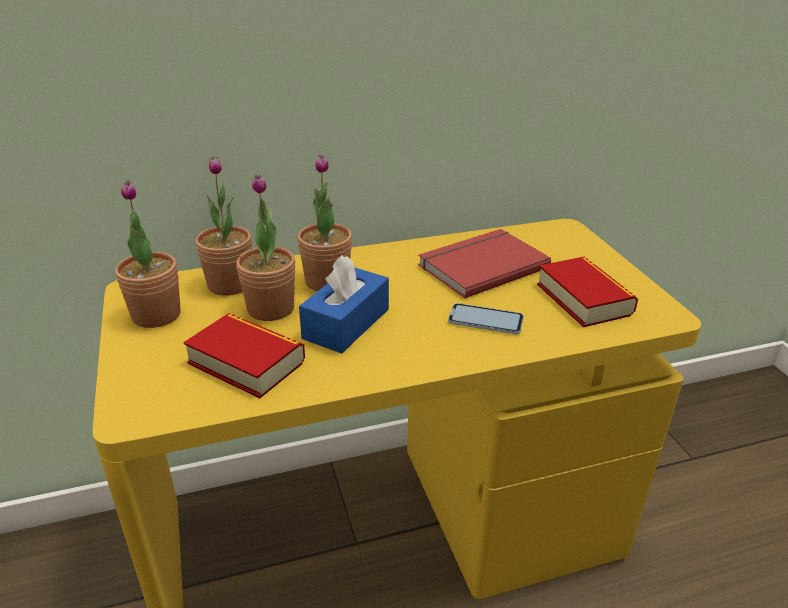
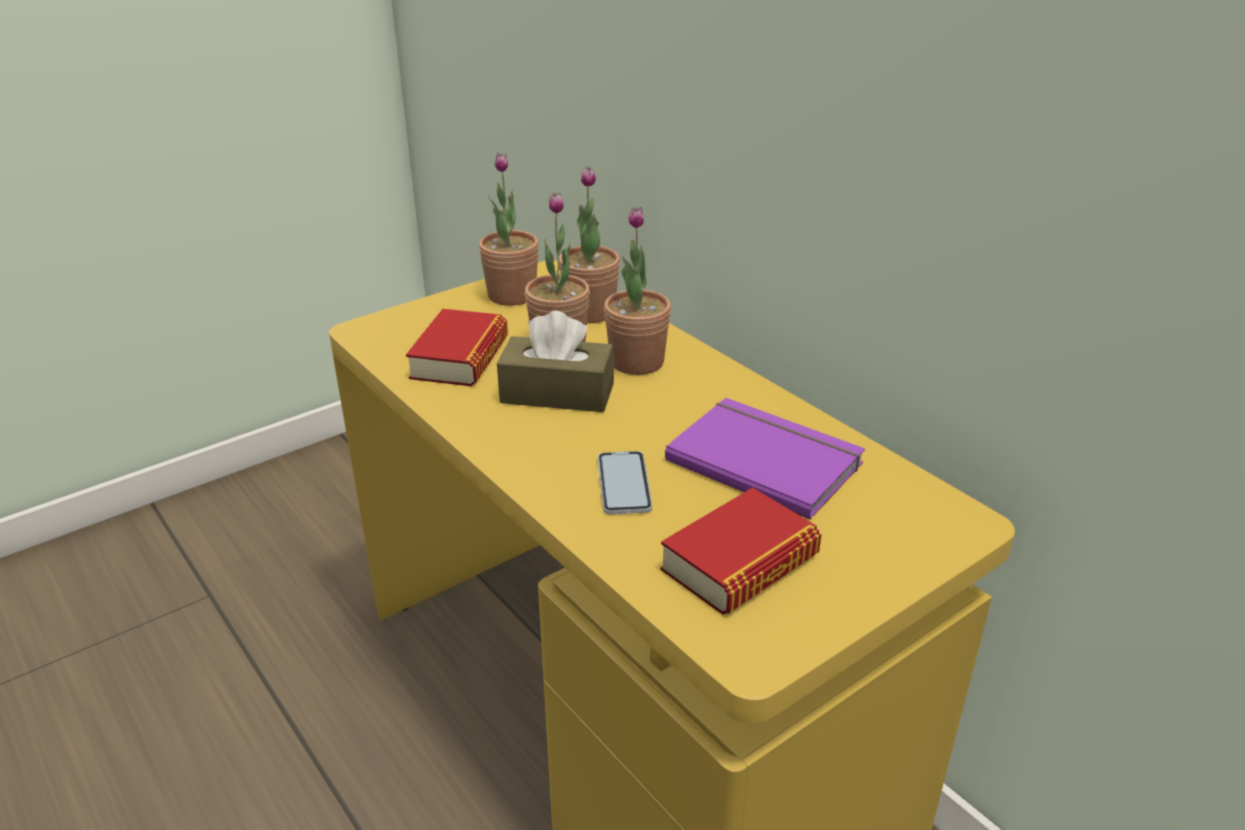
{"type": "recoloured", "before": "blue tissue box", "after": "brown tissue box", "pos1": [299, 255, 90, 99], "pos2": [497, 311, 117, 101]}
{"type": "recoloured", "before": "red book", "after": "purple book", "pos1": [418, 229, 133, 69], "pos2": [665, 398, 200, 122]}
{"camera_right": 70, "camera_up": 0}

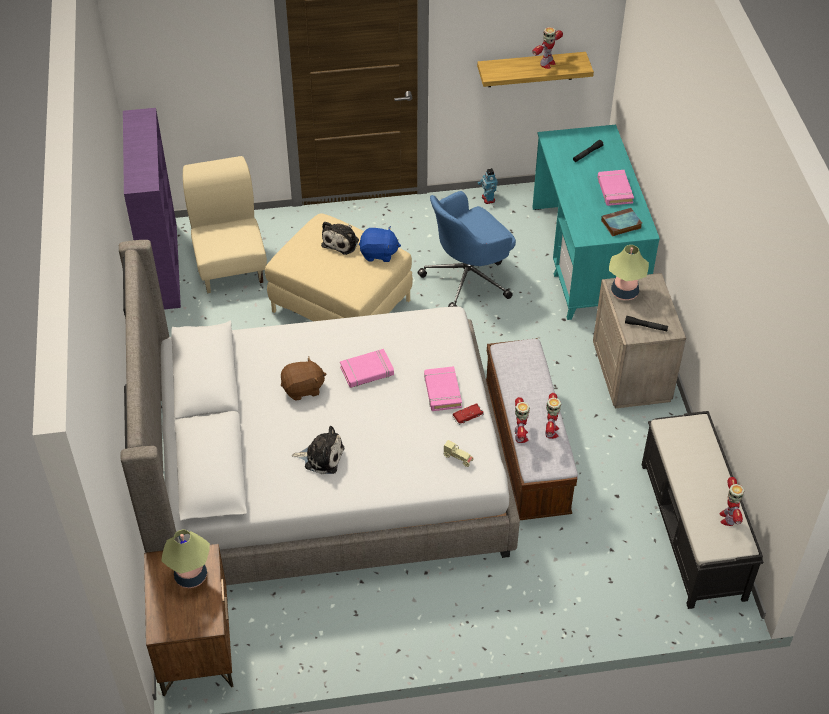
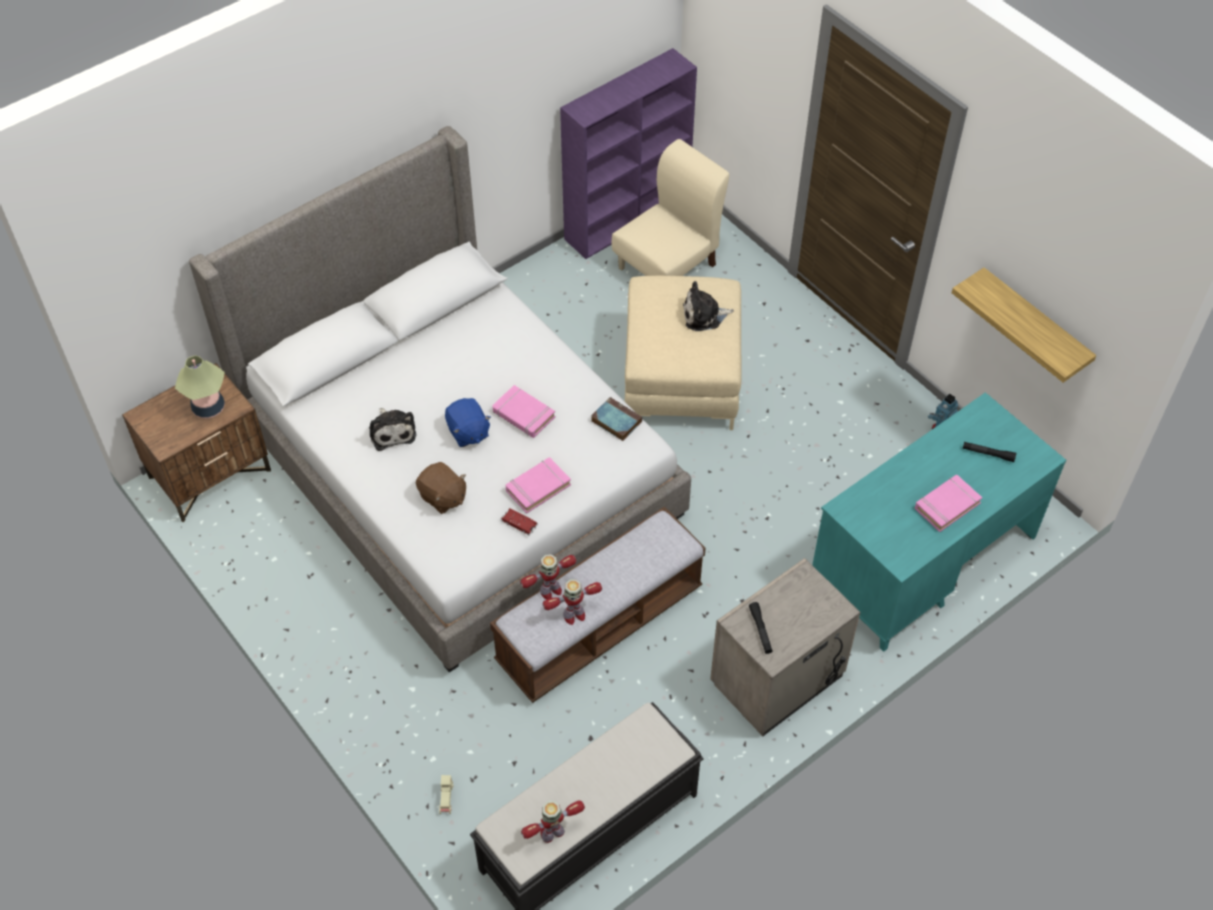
{"type": "moved", "before": "brown plush toy", "pos1": [281, 357, 45, 44], "pos2": [416, 462, 50, 52]}
{"type": "moved", "before": "beige toy car", "pos1": [444, 440, 30, 27], "pos2": [439, 775, 14, 39]}
{"type": "moved", "before": "blue plush toy", "pos1": [359, 226, 42, 36], "pos2": [445, 398, 46, 49]}
{"type": "moved", "before": "book", "pos1": [601, 208, 41, 29], "pos2": [591, 397, 51, 44]}
{"type": "removed", "before": "blue office chair", "pos1": [418, 191, 98, 116]}
{"type": "removed", "before": "toy robot", "pos1": [532, 27, 31, 42]}
{"type": "removed", "before": "table lamp", "pos1": [609, 245, 40, 55]}
{"camera_right": 60, "camera_up": 5}

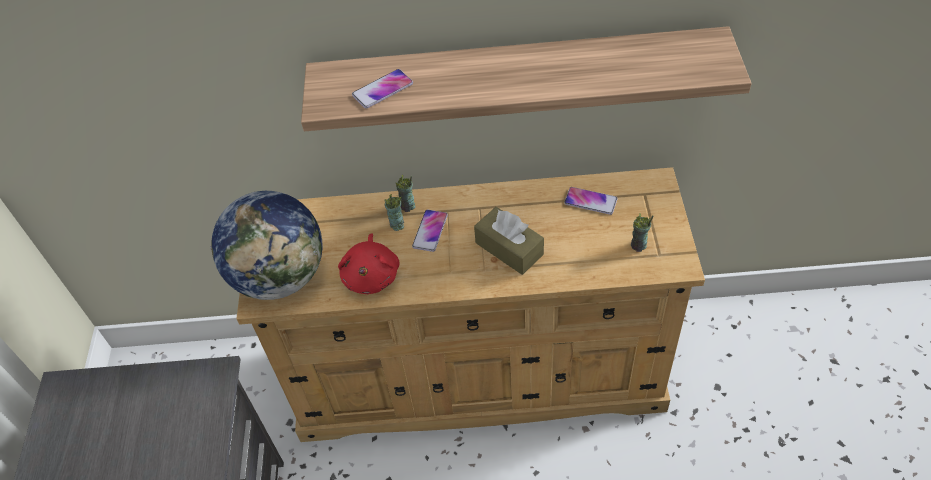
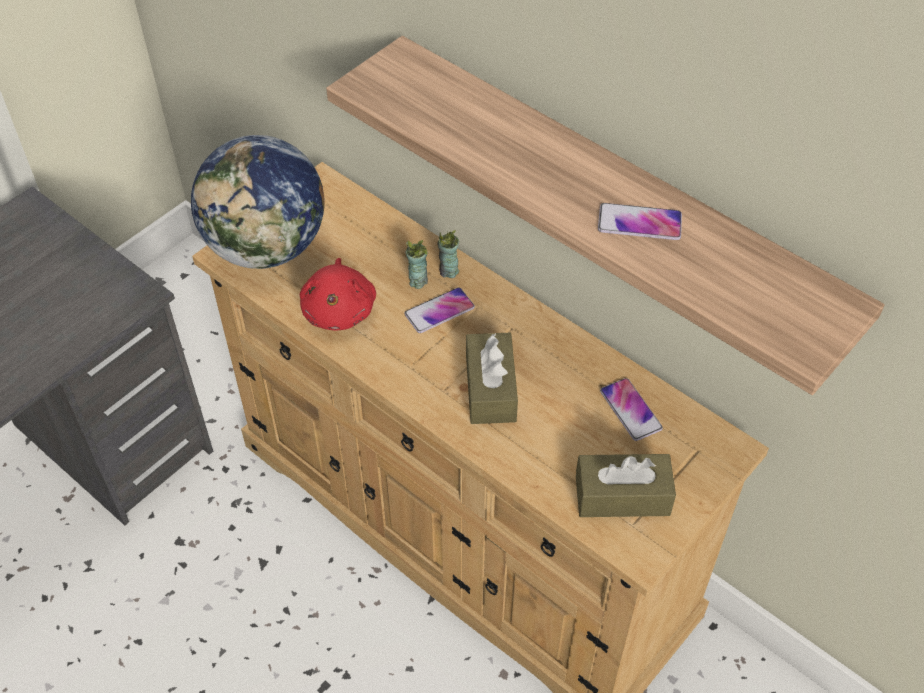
{"type": "turned", "before": "red plush toy", "pos1": [338, 233, 62, 61], "pos2": [300, 258, 76, 73], "turn": -45}
{"type": "replaced", "before": "cup", "after": "brown tissue box", "pos1": [631, 214, 22, 38], "pos2": [576, 454, 100, 63]}
{"type": "moved", "before": "phone", "pos1": [352, 69, 61, 40], "pos2": [598, 203, 84, 37]}
{"camera_right": 40, "camera_up": 0}

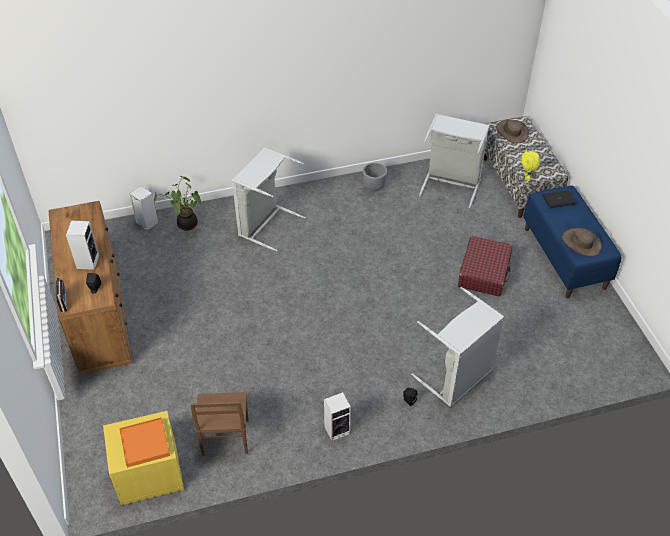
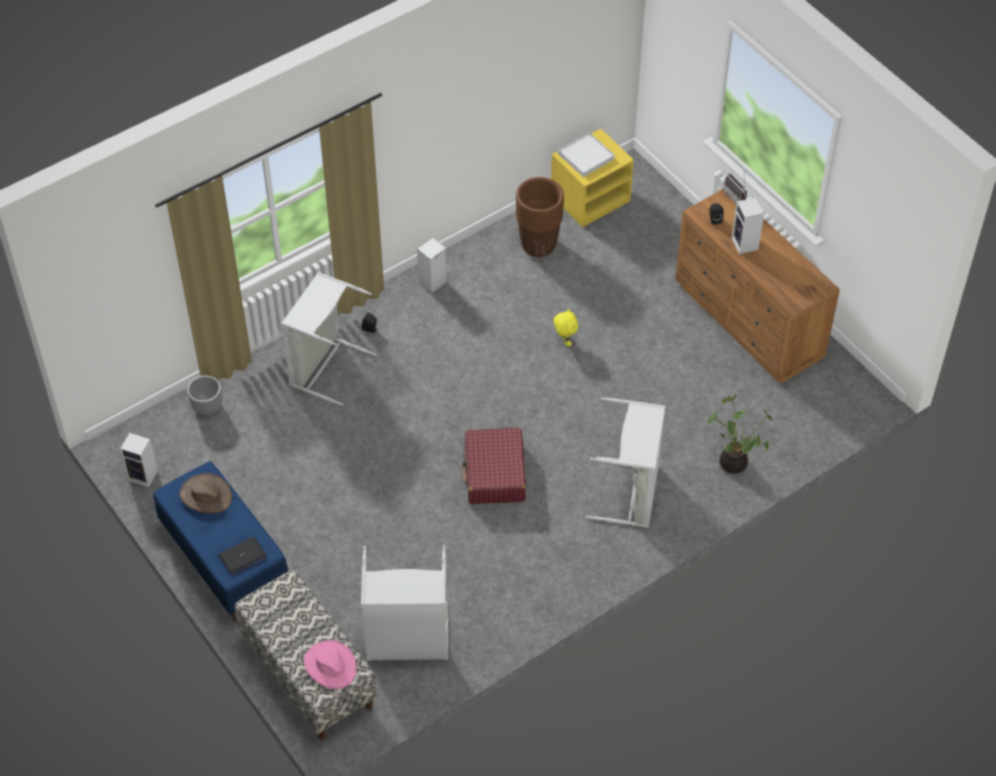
{"type": "moved", "before": "speaker", "pos1": [130, 186, 28, 44], "pos2": [120, 433, 38, 54]}
{"type": "moved", "before": "grey planter", "pos1": [363, 162, 24, 29], "pos2": [187, 376, 35, 39]}
{"type": "recoloured", "before": "brown hat", "after": "pink hat", "pos1": [496, 120, 33, 23], "pos2": [304, 640, 53, 49]}
{"type": "moved", "before": "red suitcase", "pos1": [458, 236, 54, 60], "pos2": [462, 427, 64, 77]}
{"type": "replaced", "before": "brown chair", "after": "brown planter", "pos1": [190, 392, 59, 64], "pos2": [516, 177, 48, 80]}
{"type": "moved", "before": "yellow plush toy", "pos1": [521, 149, 19, 31], "pos2": [554, 308, 24, 38]}
{"type": "recoloured", "before": "orange tray", "after": "white tray", "pos1": [119, 417, 51, 51], "pos2": [558, 132, 57, 45]}
{"camera_right": 160, "camera_up": 5}

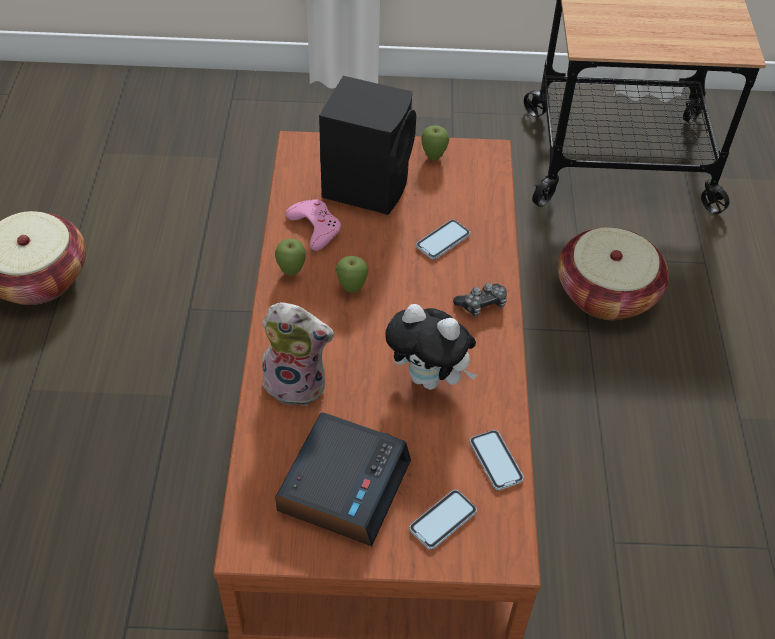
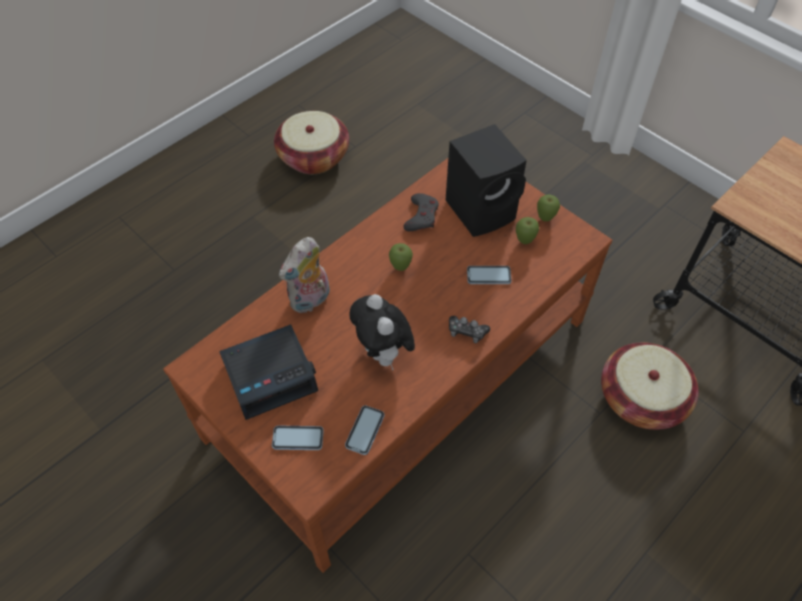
{"type": "turned", "before": "plush toy", "pos1": [262, 302, 72, 104], "pos2": [279, 237, 51, 76], "turn": 75}
{"type": "recoloured", "before": "pink game controller", "after": "grey game controller", "pos1": [286, 199, 55, 52], "pos2": [404, 193, 35, 38]}
{"type": "moved", "before": "apple", "pos1": [275, 239, 31, 37], "pos2": [516, 217, 23, 27]}
{"camera_right": 45, "camera_up": 5}

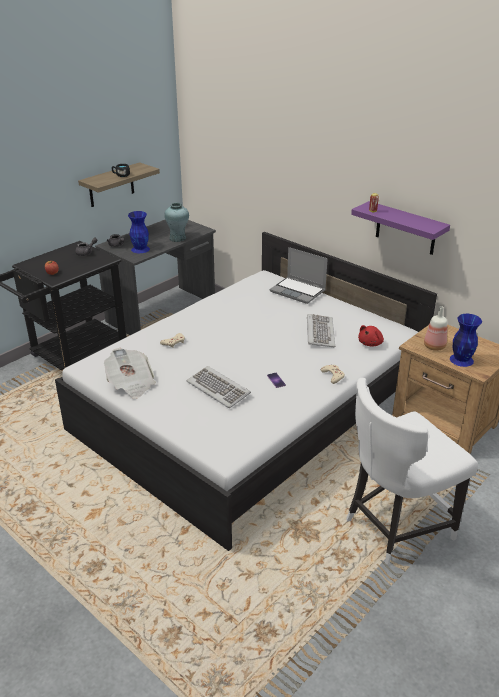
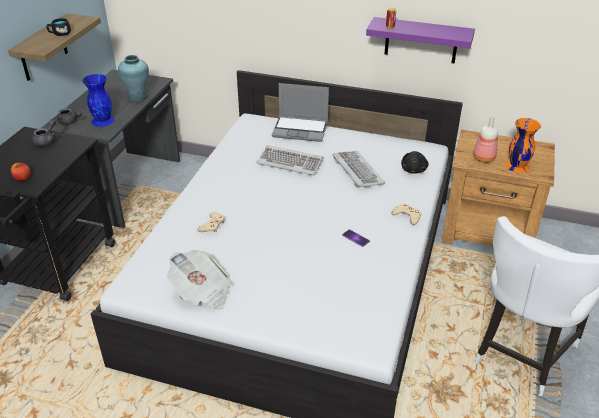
{"type": "moved", "before": "keyboard", "pos1": [187, 366, 64, 42], "pos2": [257, 145, 67, 30]}
{"type": "recoloured", "before": "red plush toy", "after": "black plush toy", "pos1": [358, 325, 26, 21], "pos2": [401, 151, 28, 23]}
{"type": "recoloured", "before": "blue vase", "after": "orange vase", "pos1": [450, 314, 32, 53], "pos2": [505, 118, 36, 55]}
{"camera_right": -25, "camera_up": 5}

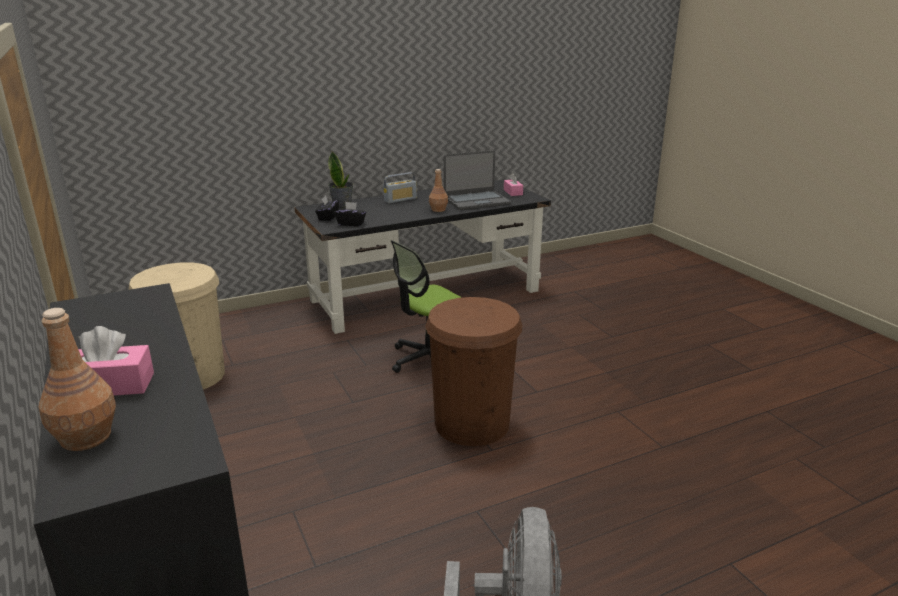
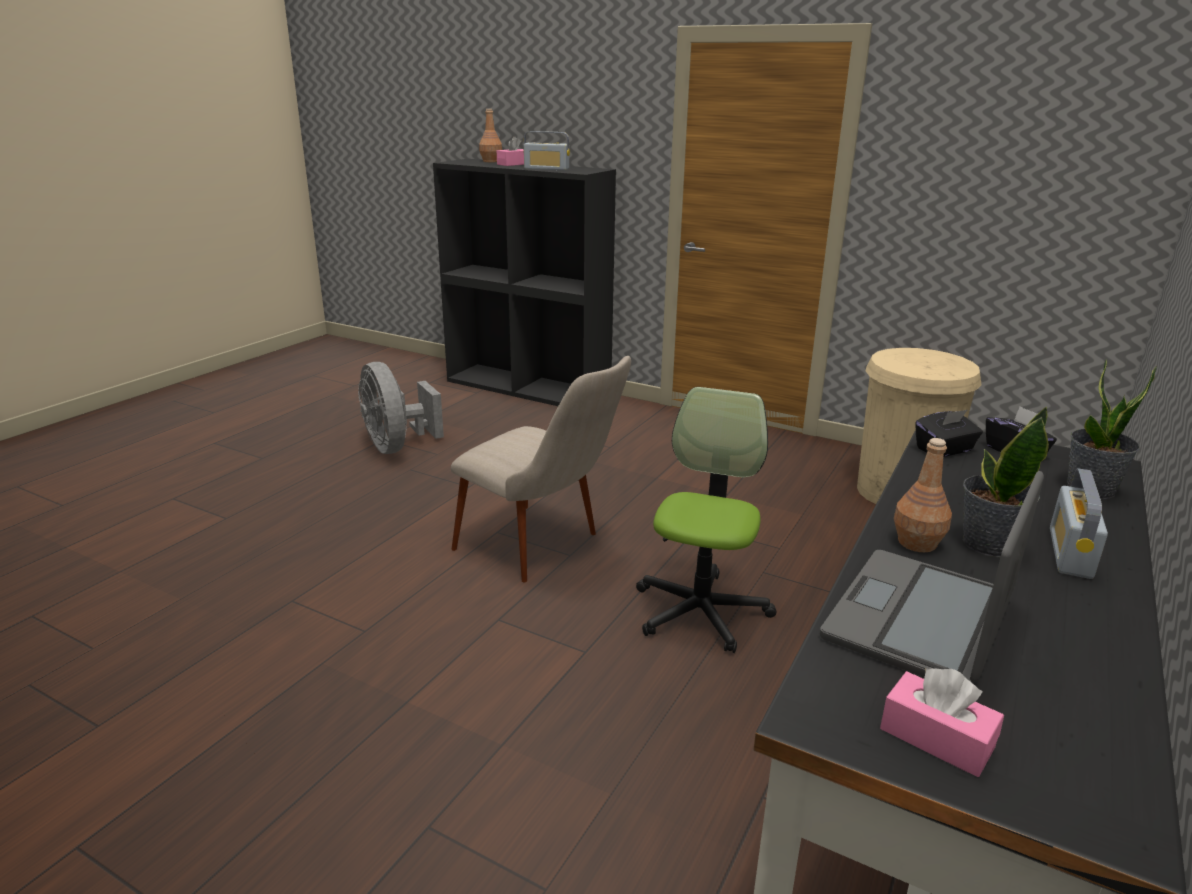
{"type": "replaced", "before": "brown trash can", "after": "beige chair", "pos1": [425, 297, 98, 149], "pos2": [451, 356, 180, 226]}
{"type": "added", "after": "radio", "pos2": [523, 131, 47, 39]}
{"type": "added", "after": "potted plant", "pos2": [963, 406, 86, 151]}
{"camera_right": 145, "camera_up": 0}

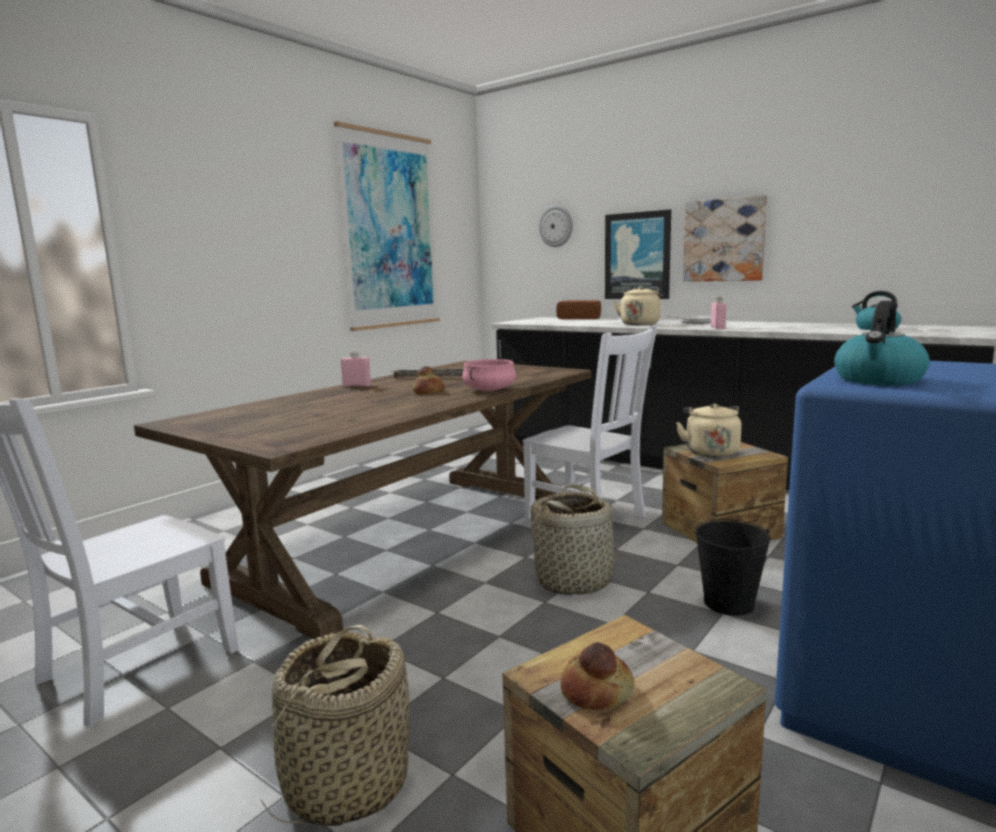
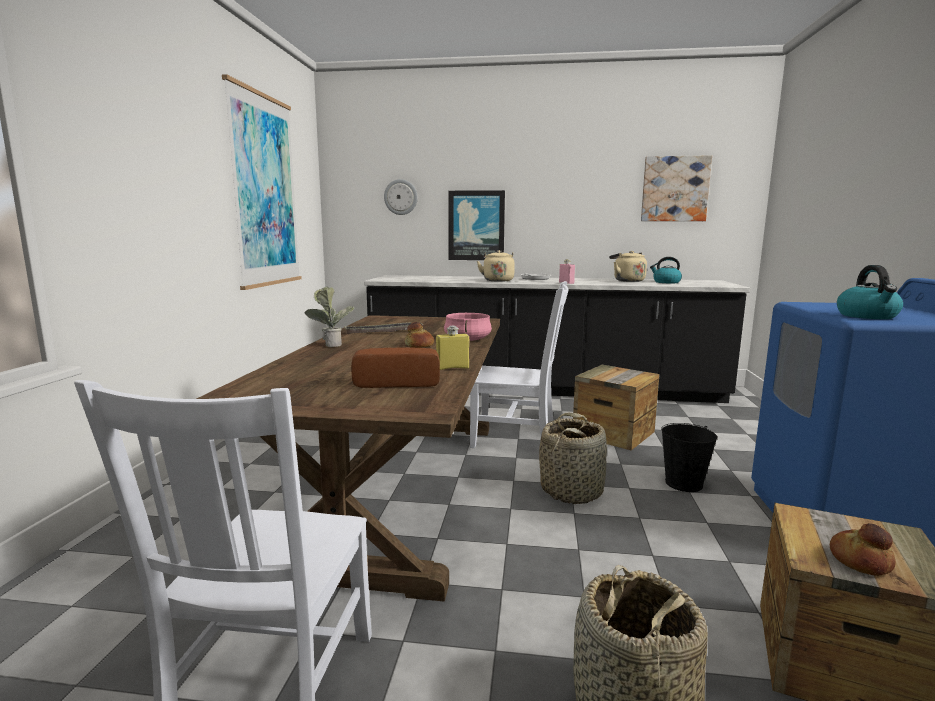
{"type": "replaced", "before": "pink bottle", "after": "potted plant", "pos1": [341, 350, 30, 37], "pos2": [304, 287, 50, 60]}
{"type": "moved", "before": "bread", "pos1": [556, 300, 45, 19], "pos2": [351, 347, 89, 41]}
{"type": "added", "after": "yellow bottle", "pos2": [436, 326, 33, 44]}
{"type": "moved", "before": "beige kettle", "pos1": [676, 404, 66, 54], "pos2": [609, 251, 38, 31]}
{"type": "moved", "before": "picture", "pos1": [683, 195, 84, 87], "pos2": [641, 155, 71, 66]}
{"camera_right": -30, "camera_up": 0}

